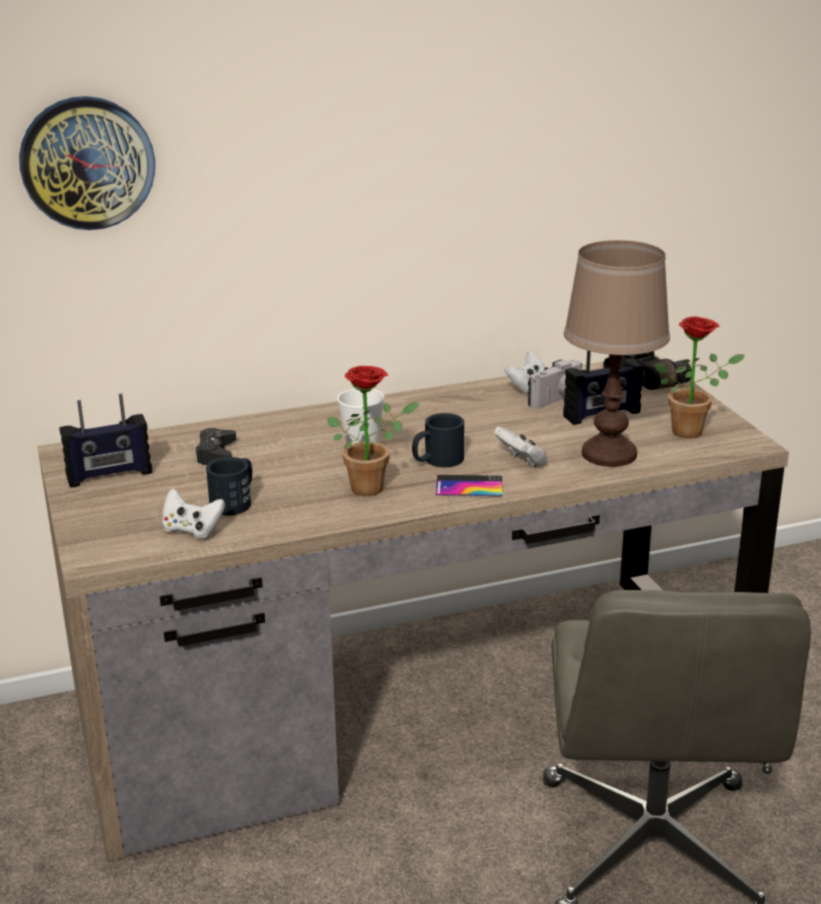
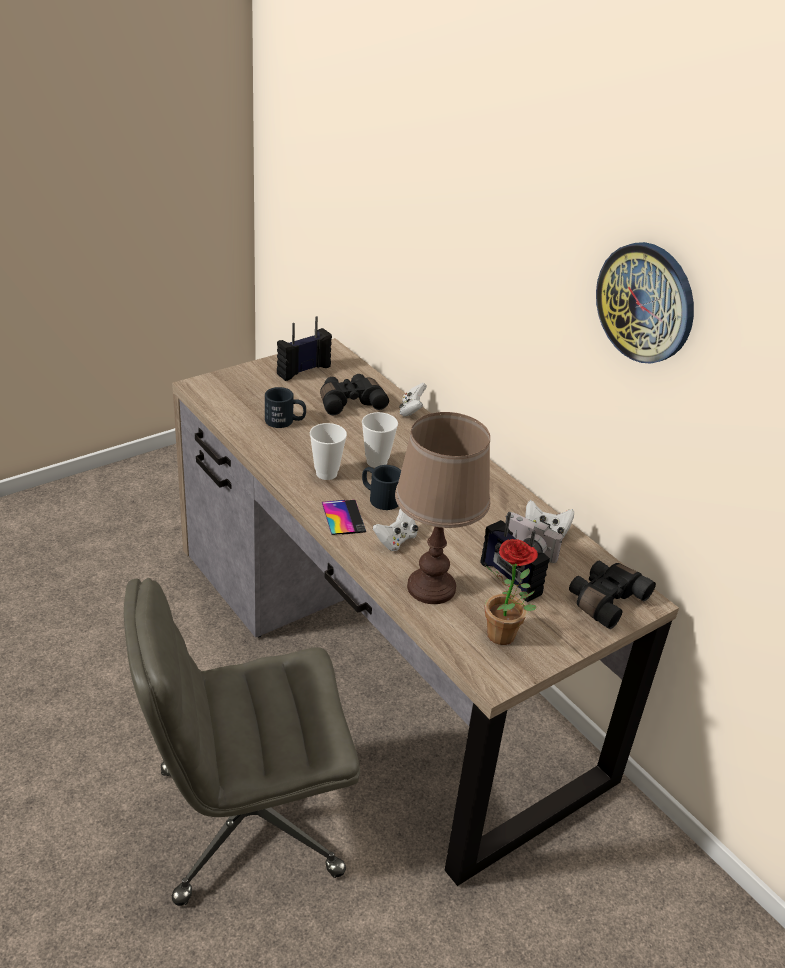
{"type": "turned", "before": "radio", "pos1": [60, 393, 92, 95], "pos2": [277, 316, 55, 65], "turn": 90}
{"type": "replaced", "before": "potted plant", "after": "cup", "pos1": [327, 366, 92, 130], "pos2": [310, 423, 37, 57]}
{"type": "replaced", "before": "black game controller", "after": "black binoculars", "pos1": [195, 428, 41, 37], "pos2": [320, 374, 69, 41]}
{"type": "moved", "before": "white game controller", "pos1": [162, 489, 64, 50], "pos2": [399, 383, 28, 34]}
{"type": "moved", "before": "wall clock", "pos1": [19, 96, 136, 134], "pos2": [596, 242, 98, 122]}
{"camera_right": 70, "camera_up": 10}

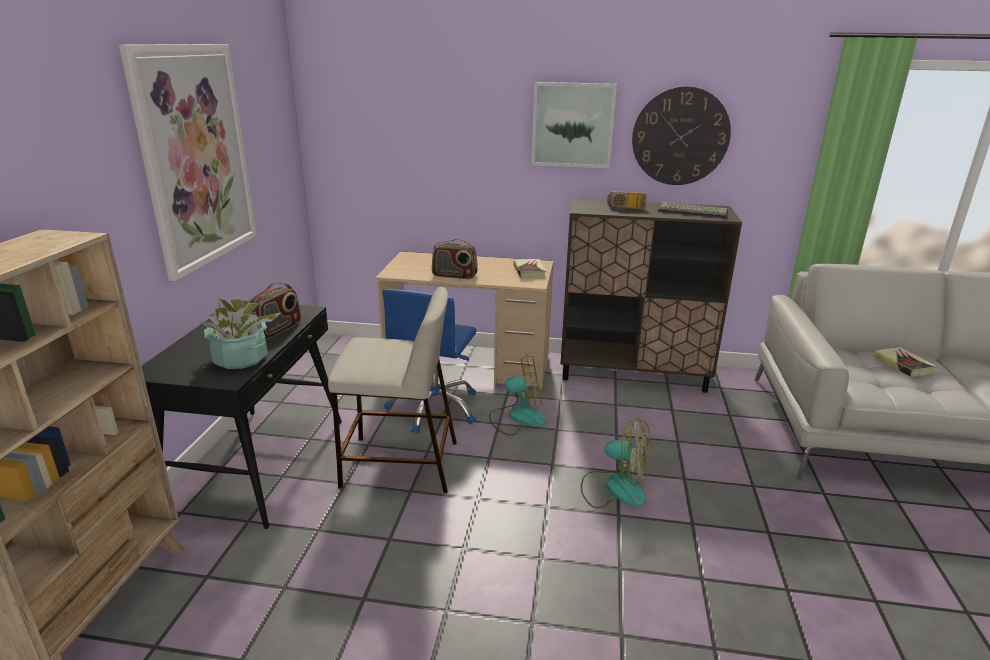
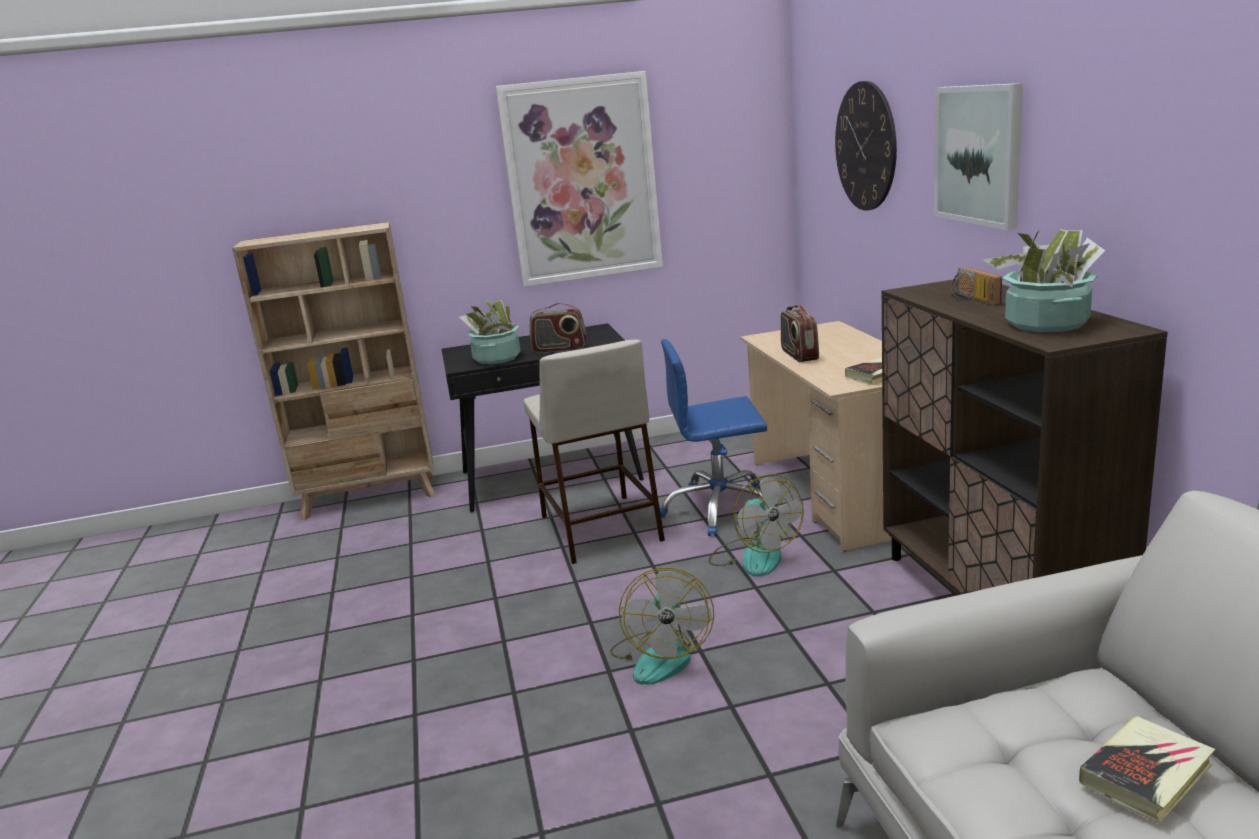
{"type": "moved", "before": "wall clock", "pos1": [632, 86, 99, 99], "pos2": [835, 81, 62, 129]}
{"type": "replaced", "before": "keyboard", "after": "potted plant", "pos1": [658, 202, 71, 16], "pos2": [983, 229, 122, 103]}
{"camera_right": 70, "camera_up": -5}

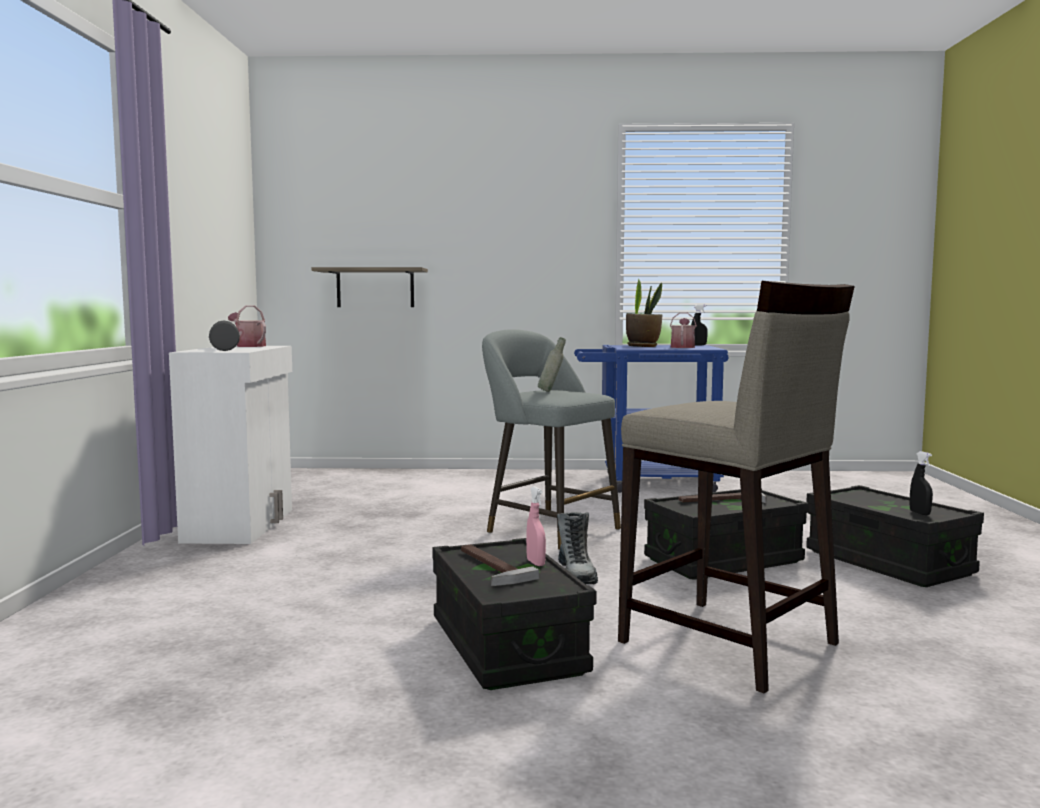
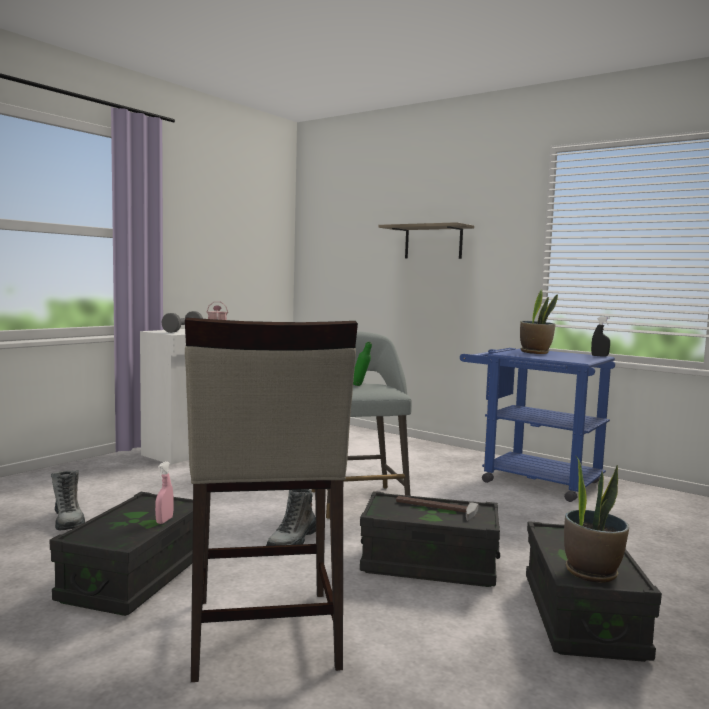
{"type": "added", "after": "boot", "pos2": [51, 470, 34, 61]}
{"type": "recoloured", "before": "grey bottle", "after": "green bottle", "pos1": [538, 337, 28, 55], "pos2": [353, 341, 19, 45]}
{"type": "moved", "before": "shelf", "pos1": [311, 267, 117, 40], "pos2": [378, 222, 96, 37]}
{"type": "replaced", "before": "black spray bottle", "after": "potted plant", "pos1": [910, 451, 23, 64], "pos2": [564, 455, 65, 128]}
{"type": "removed", "before": "hammer", "pos1": [461, 544, 78, 42]}
{"type": "removed", "before": "watering can", "pos1": [670, 313, 27, 35]}
{"camera_right": 35, "camera_up": 0}

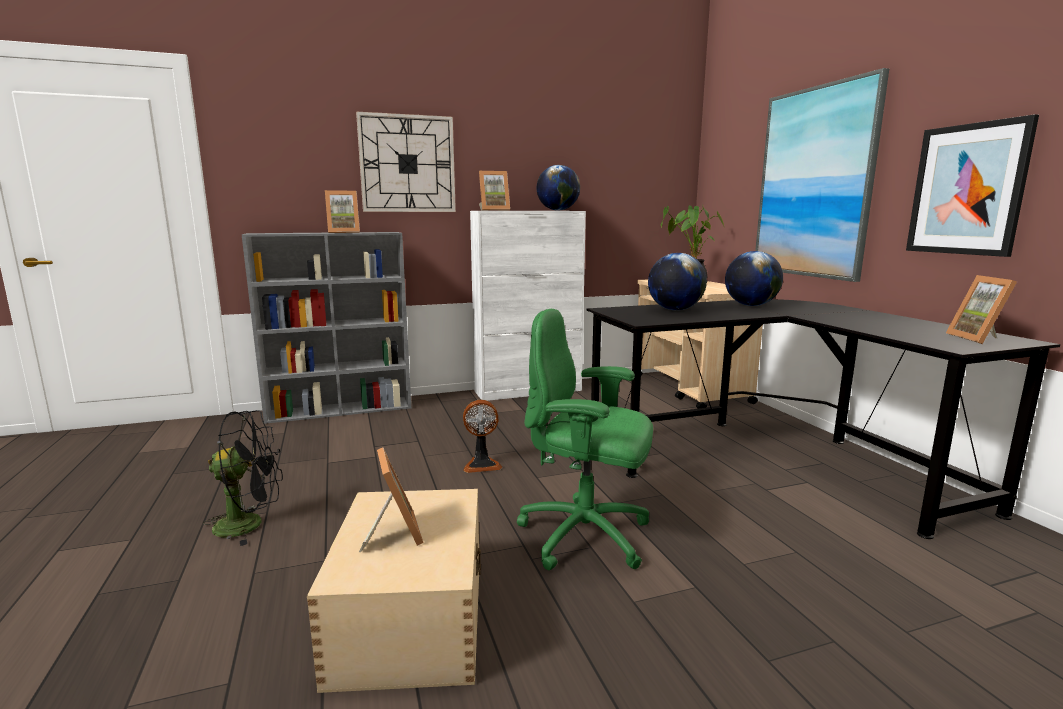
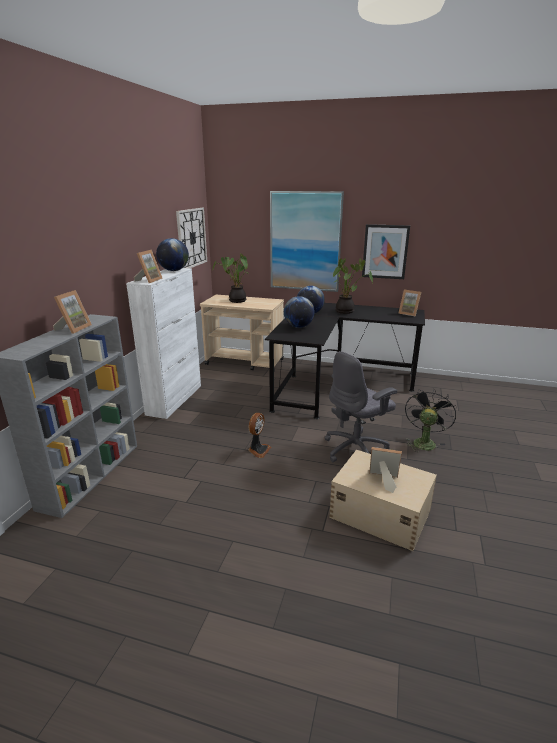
{"type": "moved", "before": "wall clock", "pos1": [356, 111, 100, 101], "pos2": [176, 208, 31, 61]}
{"type": "recoloured", "before": "green office chair", "after": "grey office chair", "pos1": [517, 309, 136, 261], "pos2": [324, 351, 73, 111]}
{"type": "added", "after": "potted plant", "pos2": [333, 258, 40, 56]}
{"type": "moved", "before": "black fan", "pos1": [203, 410, 80, 136], "pos2": [405, 388, 51, 64]}
{"camera_right": -55, "camera_up": 10}

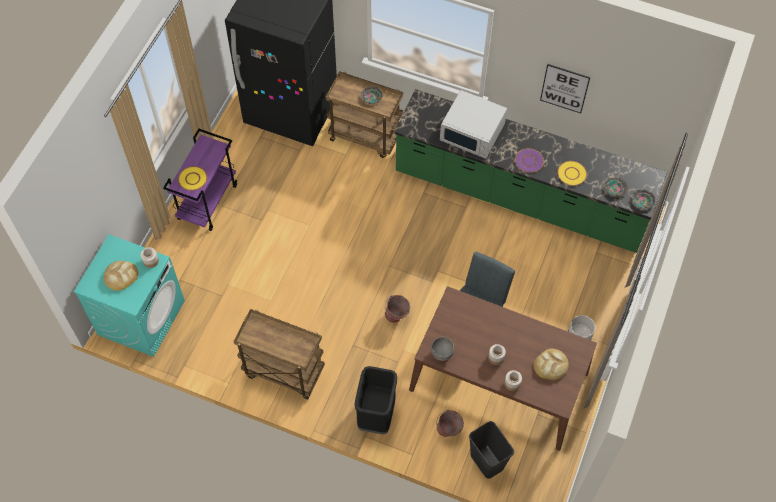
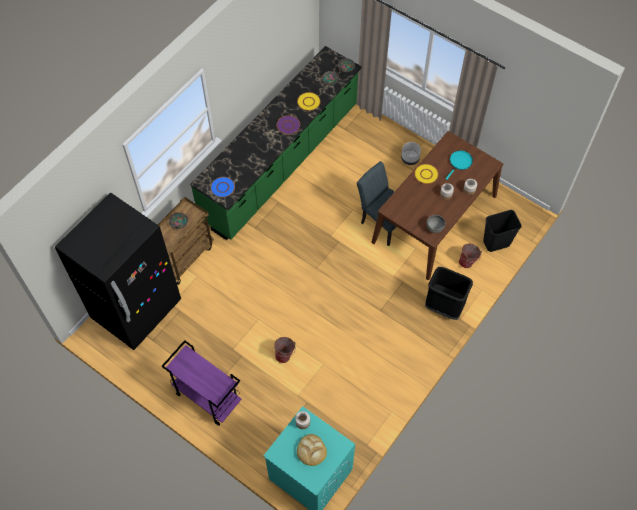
{"type": "added", "after": "blue plate", "pos2": [210, 177, 25, 20]}
{"type": "moved", "before": "bucket", "pos1": [385, 295, 25, 28], "pos2": [274, 337, 22, 26]}
{"type": "moved", "before": "yellow plate", "pos1": [178, 166, 29, 25], "pos2": [414, 164, 25, 20]}
{"type": "replaced", "before": "bread", "after": "turquoise frying pan", "pos1": [534, 349, 35, 31], "pos2": [445, 150, 28, 30]}
{"type": "removed", "before": "brown cart", "pos1": [234, 309, 91, 91]}
{"type": "removed", "before": "white microwave", "pos1": [440, 90, 67, 69]}
{"type": "removed", "before": "picture", "pos1": [540, 64, 50, 49]}
{"camera_right": -75, "camera_up": 0}

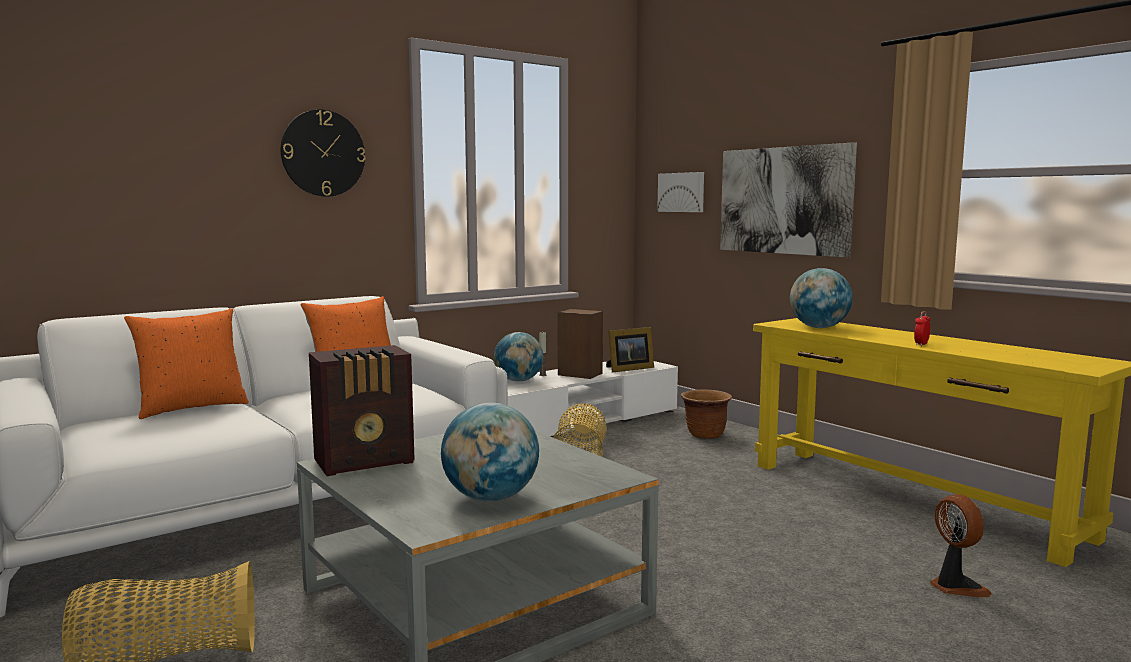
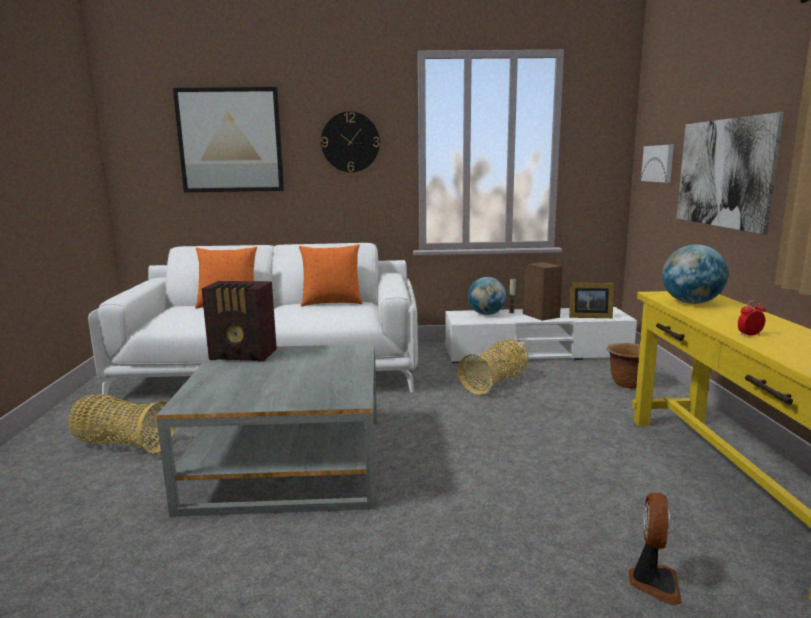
{"type": "added", "after": "picture", "pos2": [173, 87, 111, 106]}
{"type": "removed", "before": "globe", "pos1": [441, 402, 98, 100]}
{"camera_right": 35, "camera_up": 5}

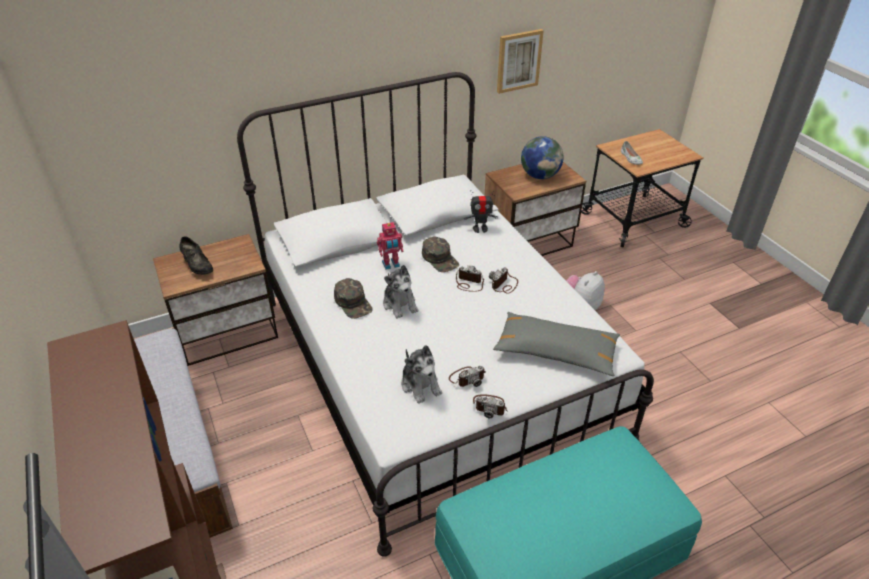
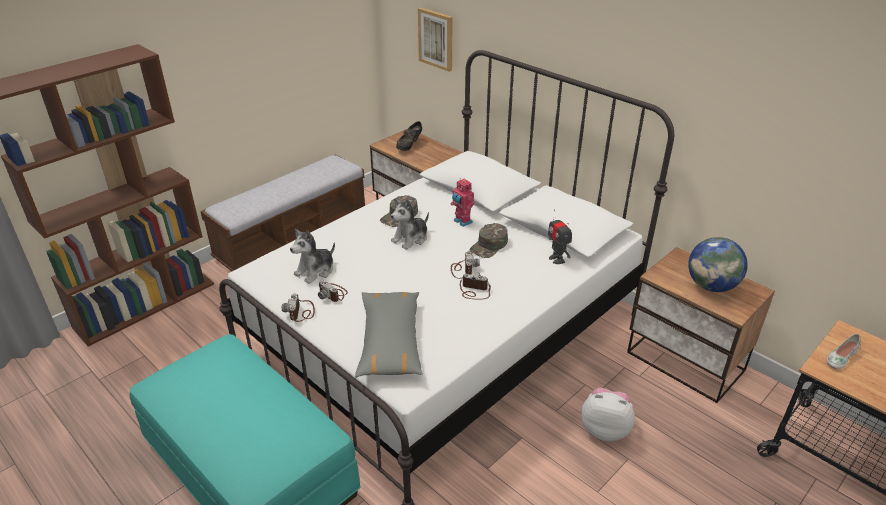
{"type": "moved", "before": "picture", "pos1": [497, 29, 47, 65], "pos2": [418, 8, 35, 64]}
{"camera_right": 70, "camera_up": -5}

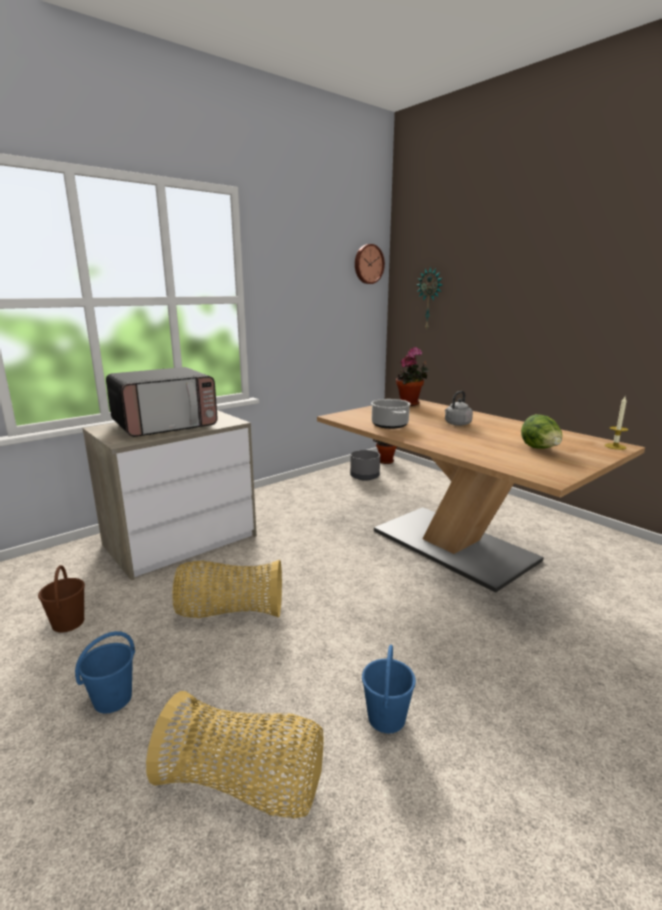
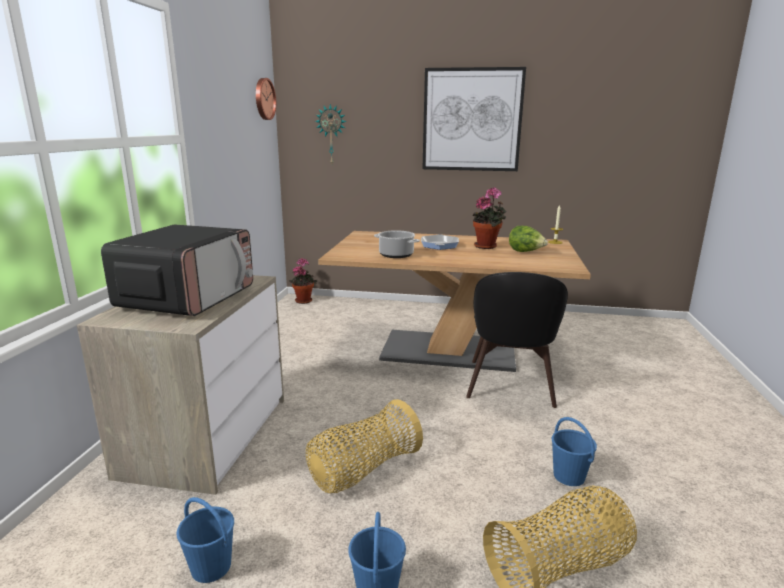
{"type": "recoloured", "before": "brown bucket", "after": "blue bucket", "pos1": [38, 565, 47, 67], "pos2": [176, 497, 58, 86]}
{"type": "replaced", "before": "grey kettle", "after": "frying pan", "pos1": [445, 391, 28, 35], "pos2": [421, 234, 38, 16]}
{"type": "added", "after": "picture", "pos2": [422, 67, 104, 104]}
{"type": "added", "after": "black chair", "pos2": [466, 272, 102, 136]}
{"type": "moved", "before": "potted plant", "pos1": [396, 347, 33, 59], "pos2": [473, 187, 34, 62]}
{"type": "removed", "before": "grey planter", "pos1": [350, 450, 30, 31]}
{"camera_right": -40, "camera_up": 0}

